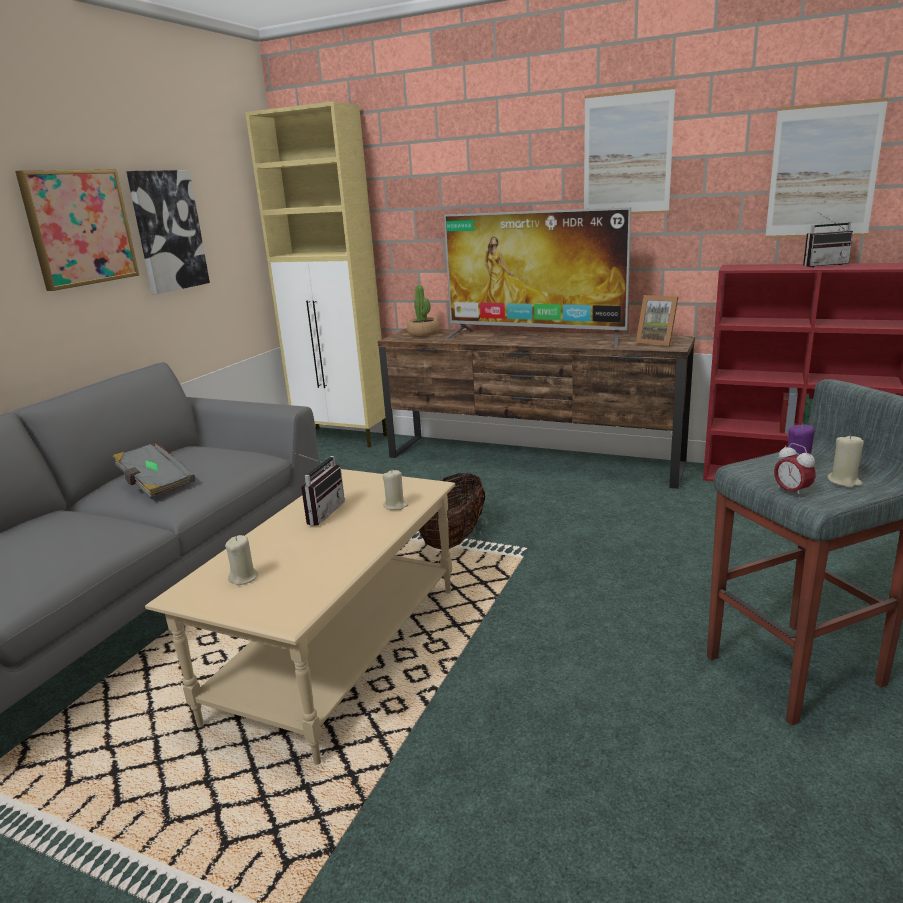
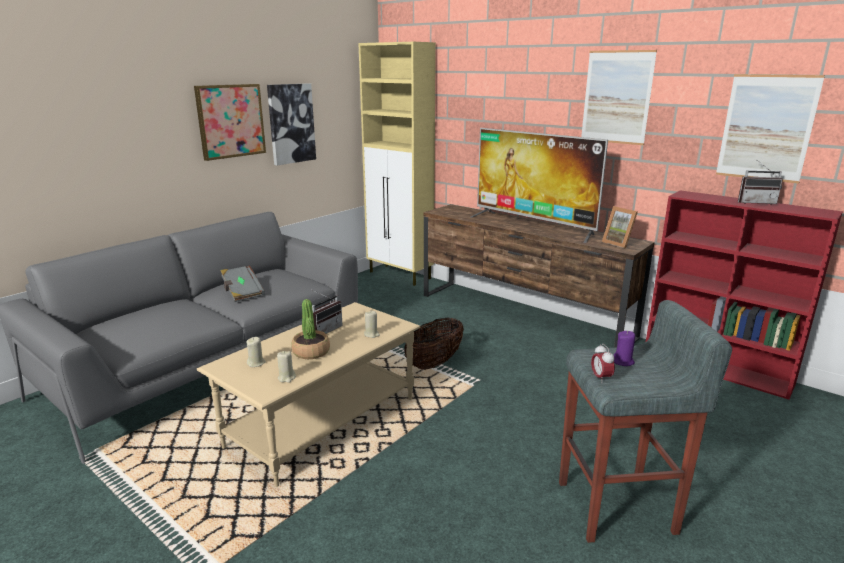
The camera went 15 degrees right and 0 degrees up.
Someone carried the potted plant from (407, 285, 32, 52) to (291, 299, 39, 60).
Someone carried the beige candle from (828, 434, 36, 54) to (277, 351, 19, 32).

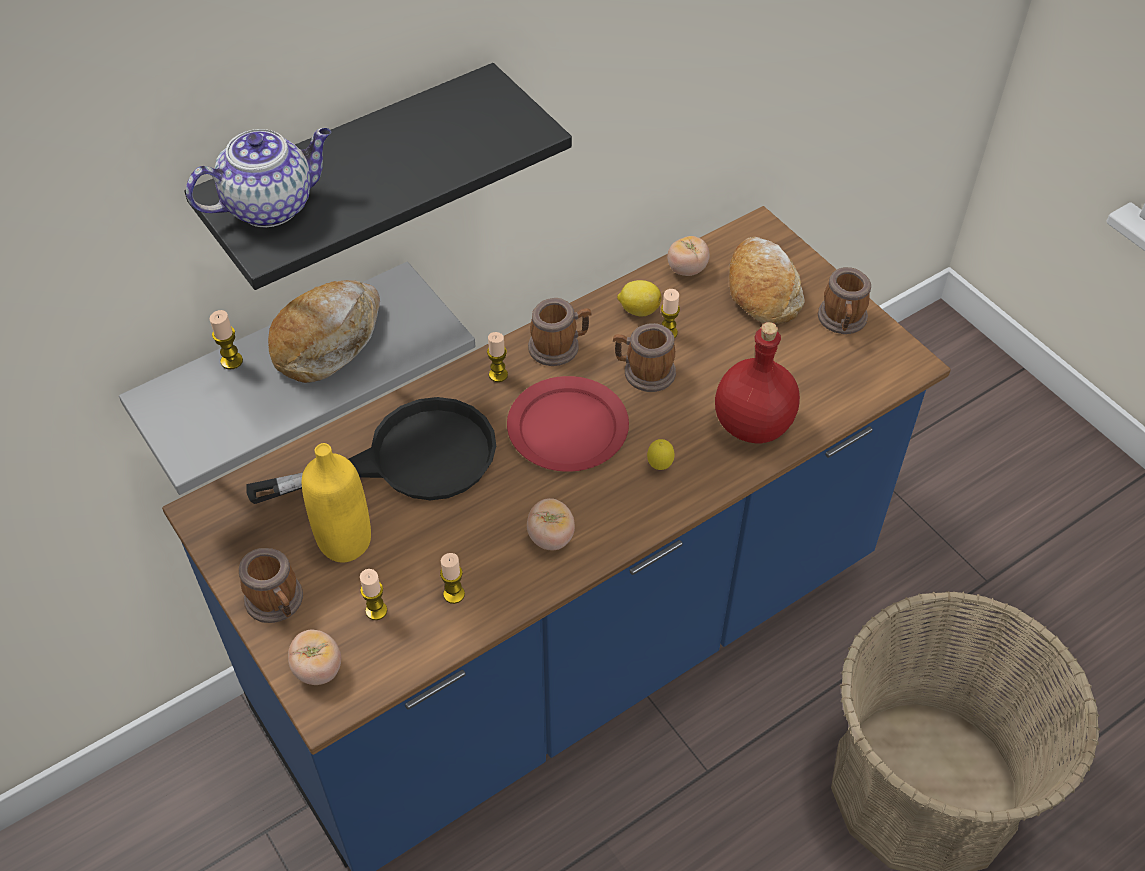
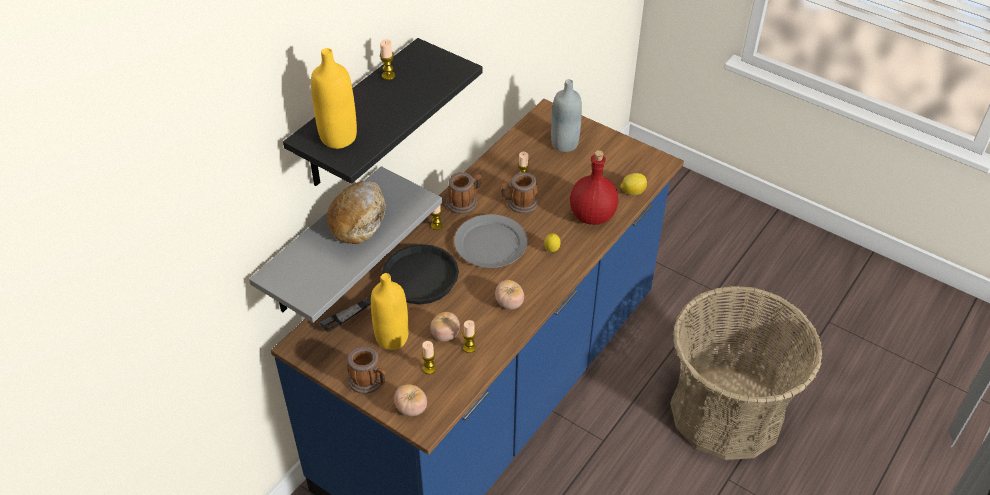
The camera went 20 degrees left and 5 degrees down.
Someone swapped the teapot at (186, 128, 145, 99) for the yellow bottle at (311, 48, 46, 101).
Someone carried the candle from (209, 310, 34, 59) to (380, 39, 15, 41).
Someone repainted the red plate at (507, 376, 122, 96), which became the grey plate at (454, 214, 74, 54).
Someone carried the lemon from (617, 280, 44, 36) to (620, 173, 27, 22).
Someone carried the tomato from (667, 236, 43, 40) to (430, 312, 30, 30).
Someone swapped the bread at (729, 237, 76, 88) for the grey bottle at (551, 79, 31, 73).
Someone took away the mug at (818, 267, 53, 67).

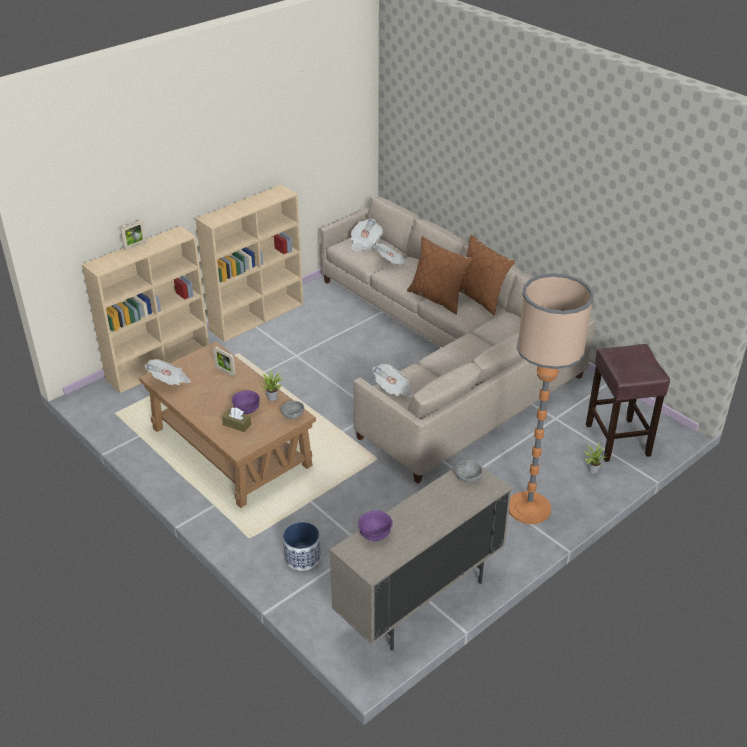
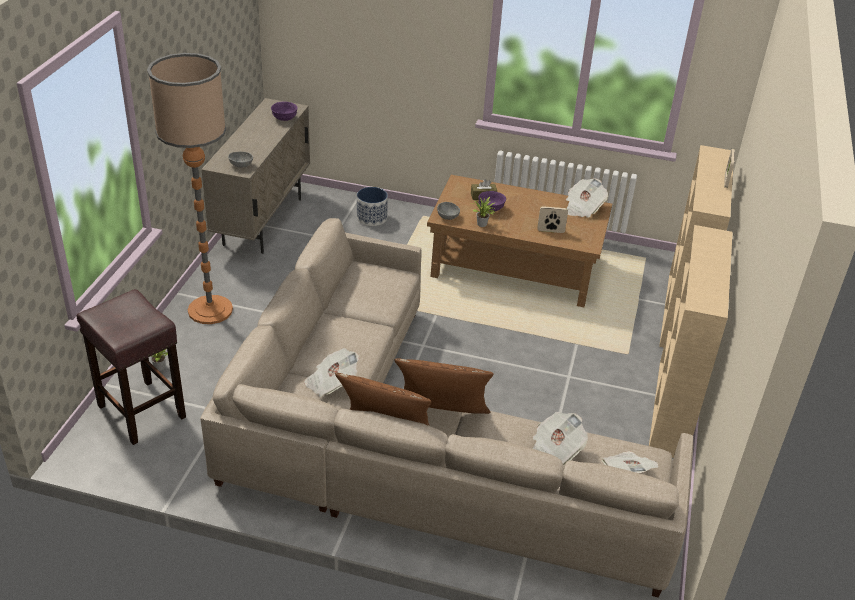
The camera went 145 degrees right and 0 degrees up.
Someone carried the newspaper from (372, 364, 41, 33) to (304, 348, 56, 49).

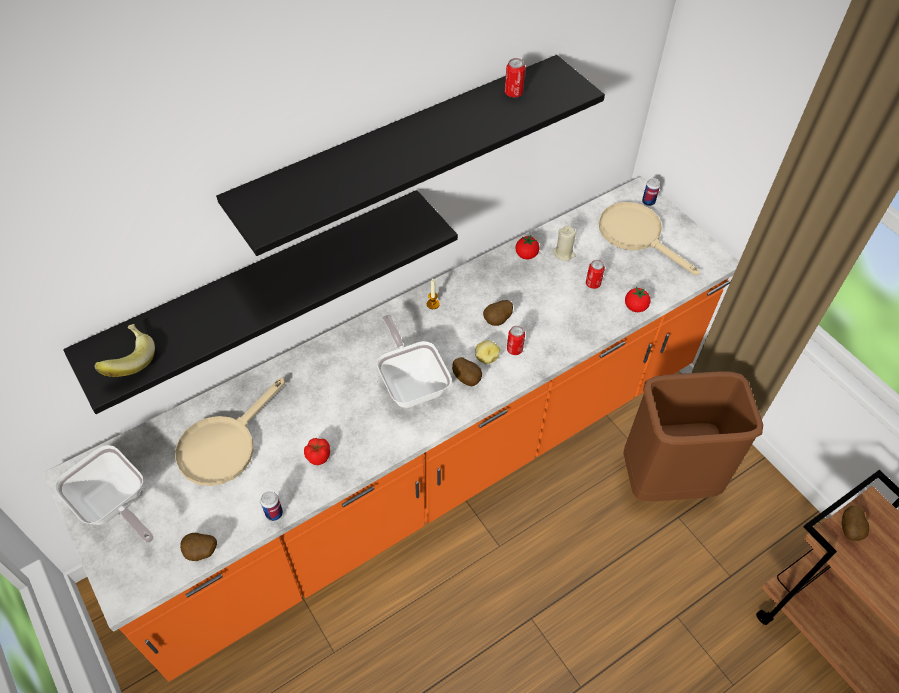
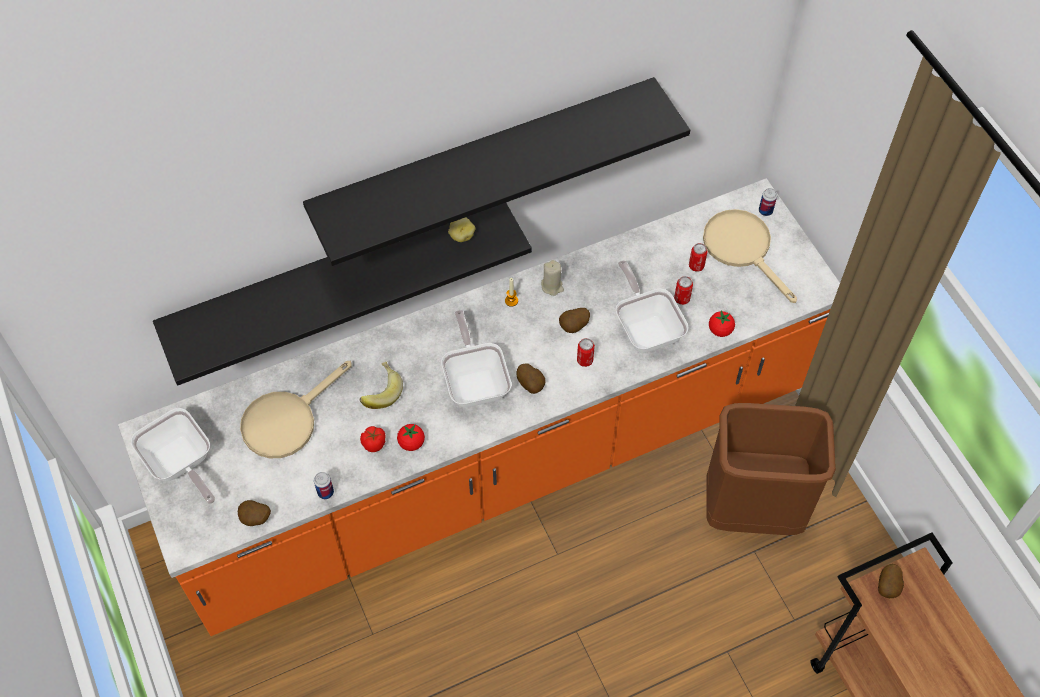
The camera went 10 degrees right and 5 degrees up.
Someone carried the banana from (94, 324, 61, 53) to (360, 362, 43, 47).
Someone carried the potato from (475, 340, 25, 24) to (448, 217, 27, 25).
Someone carried the can from (505, 58, 20, 40) to (689, 243, 19, 29).
Someone carried the tomato from (515, 235, 24, 24) to (397, 424, 28, 27).
Someone carried the beige candle from (553, 226, 23, 35) to (541, 260, 23, 36).
Someone put down the frying pan at (616, 260, 73, 93).

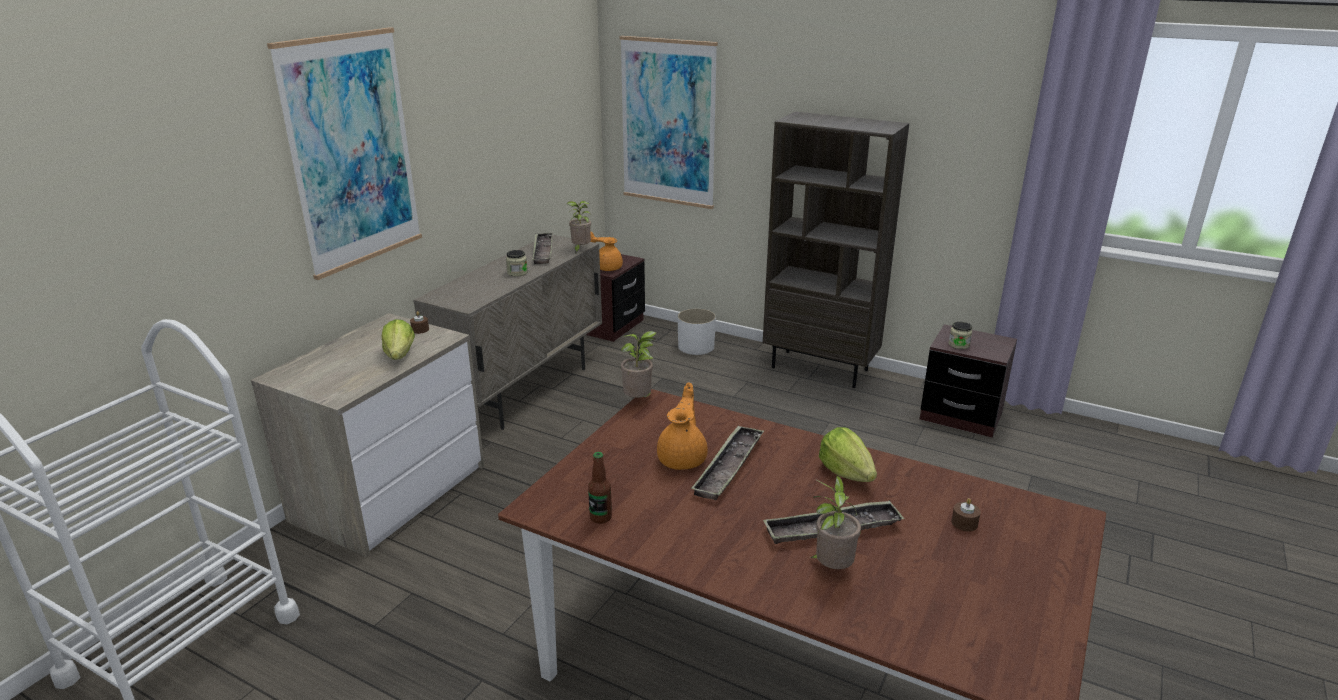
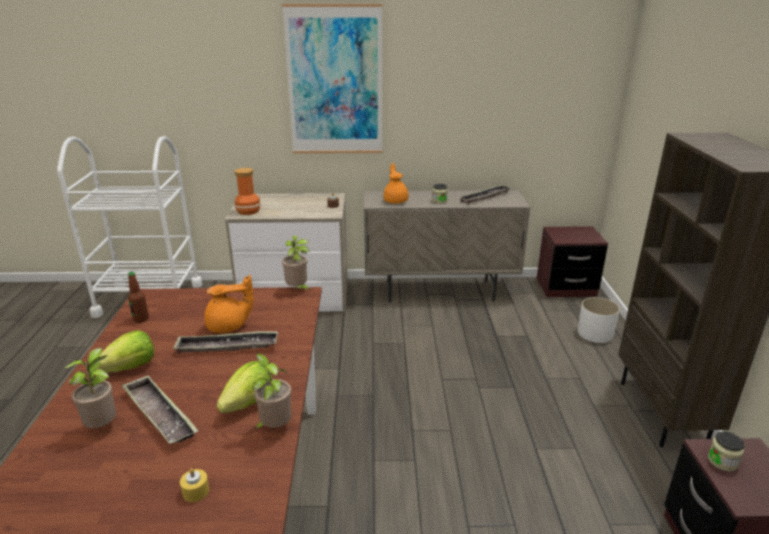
The camera went 60 degrees right and 0 degrees up.
Someone carried the lettuce from (382, 319, 33, 41) to (96, 330, 58, 43).
Someone carried the potted plant from (567, 201, 24, 52) to (244, 353, 48, 77).
Someone carried the orange teapot from (590, 232, 33, 39) to (384, 163, 25, 41).
Someone took away the picture at (620, 36, 98, 173).
Someone repainted the brown candle at (951, 498, 30, 33), which became the yellow candle at (180, 468, 29, 34).
Someone put down the vase at (234, 168, 27, 47).

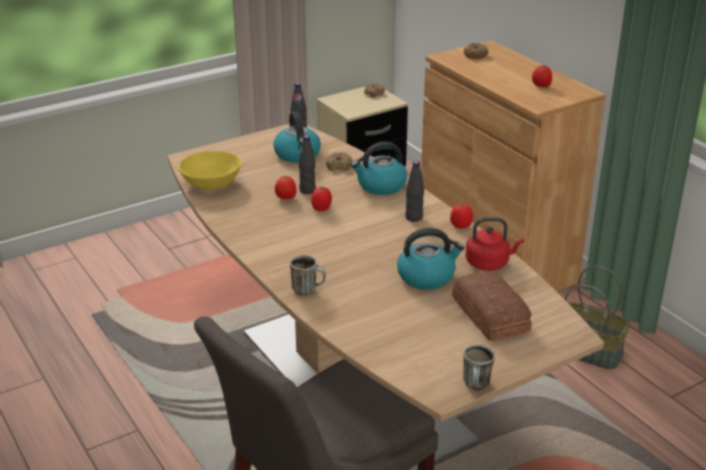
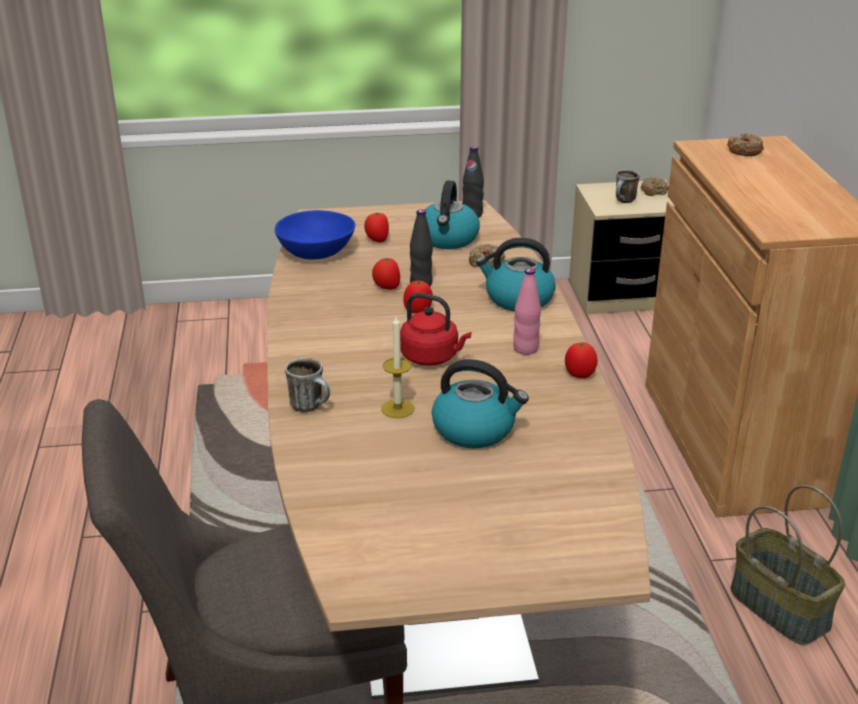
The camera went 25 degrees right and 0 degrees up.
Someone repainted the yellow bowl at (178, 151, 64, 40), which became the blue bowl at (275, 210, 80, 50).
Someone repainted the black bottle at (405, 161, 19, 61), which became the pink bottle at (513, 268, 28, 87).
Someone took away the bread at (452, 271, 80, 70).
Someone carried the mug from (463, 344, 32, 46) to (616, 170, 23, 33).
Someone carried the red kettle from (466, 217, 58, 54) to (400, 293, 71, 73).
Someone carried the tomato from (532, 65, 20, 22) to (364, 212, 25, 30).
Someone put down the candle at (381, 316, 33, 102).

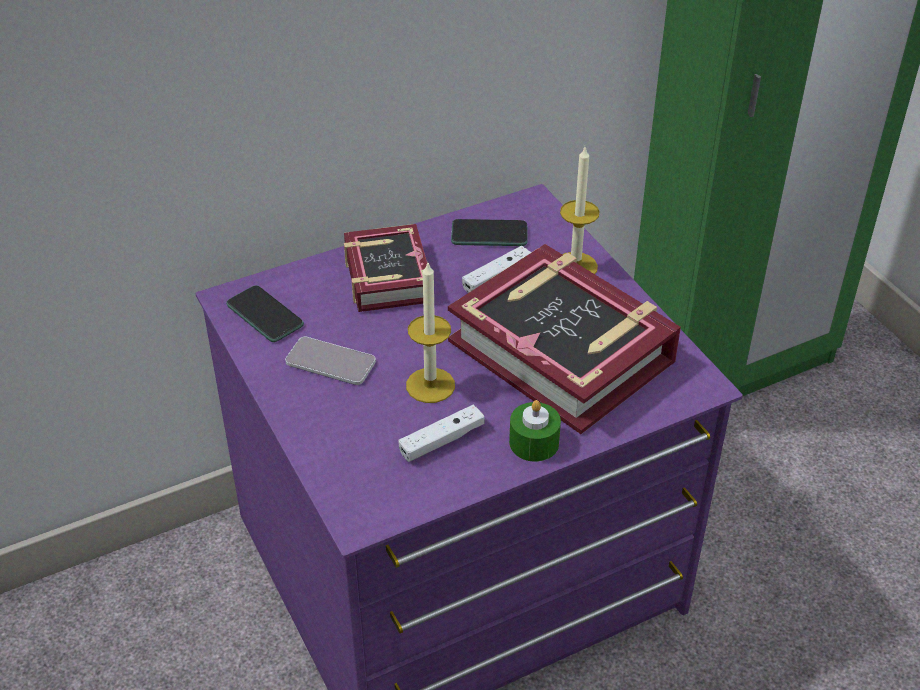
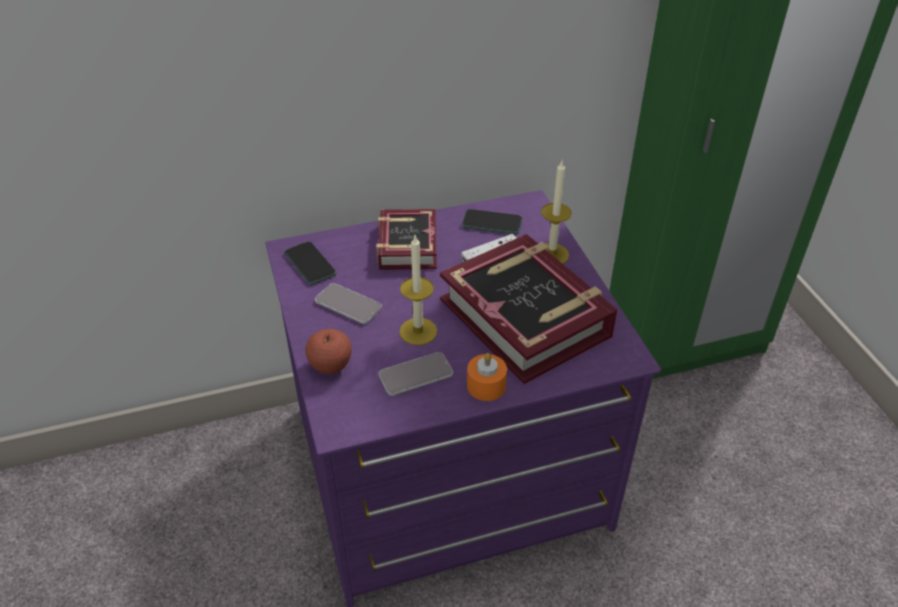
The camera went 10 degrees right and 0 degrees up.
Someone swapped the white game controller at (398, 405, 87, 57) for the phone at (379, 352, 74, 44).
Someone repainted the green candle at (509, 400, 52, 62), which became the orange candle at (467, 353, 40, 48).
Someone put down the apple at (306, 329, 46, 45).

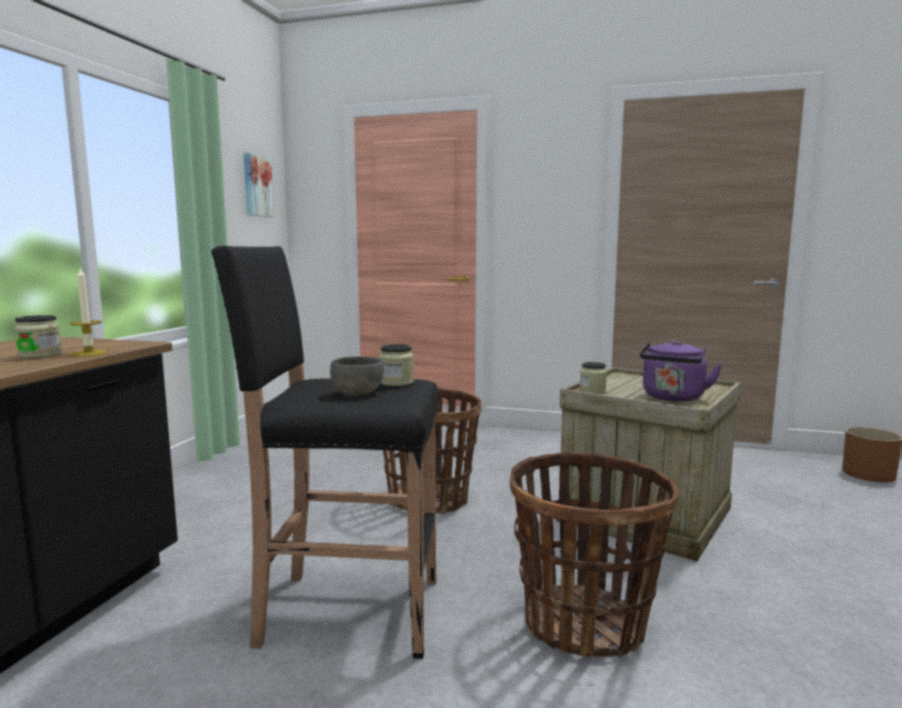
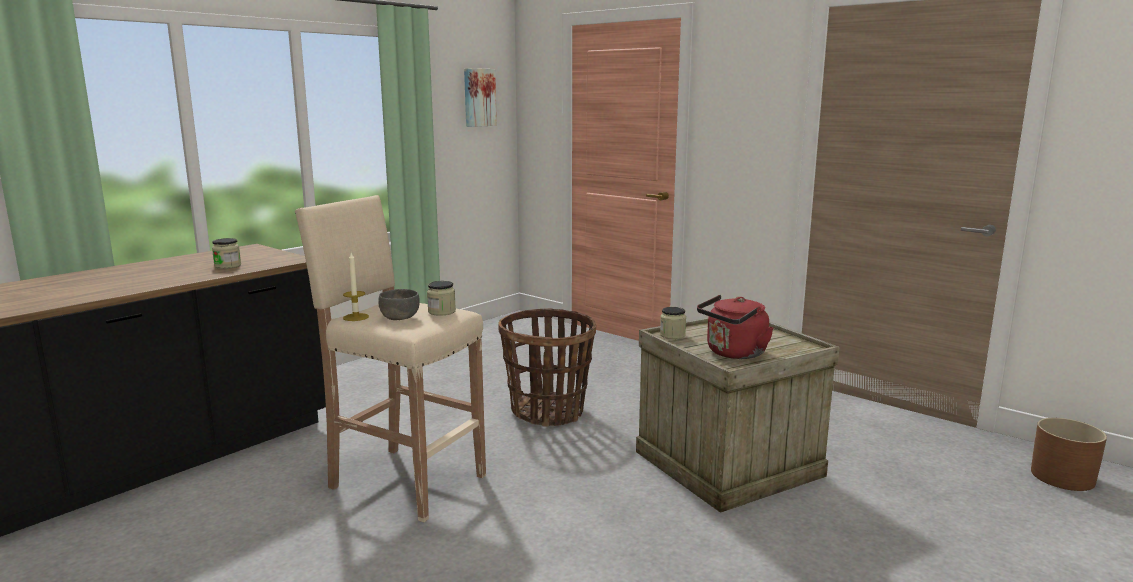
The camera went 25 degrees right and 5 degrees up.
Someone carried the candle from (70, 268, 37, 88) to (343, 253, 26, 68).
Someone repainted the black stool at (211, 246, 227, 413), which became the beige stool at (295, 195, 191, 327).
Someone took away the basket at (510, 452, 169, 206).
Someone repainted the purple kettle at (640, 340, 83, 62), which became the red kettle at (697, 295, 77, 64).

